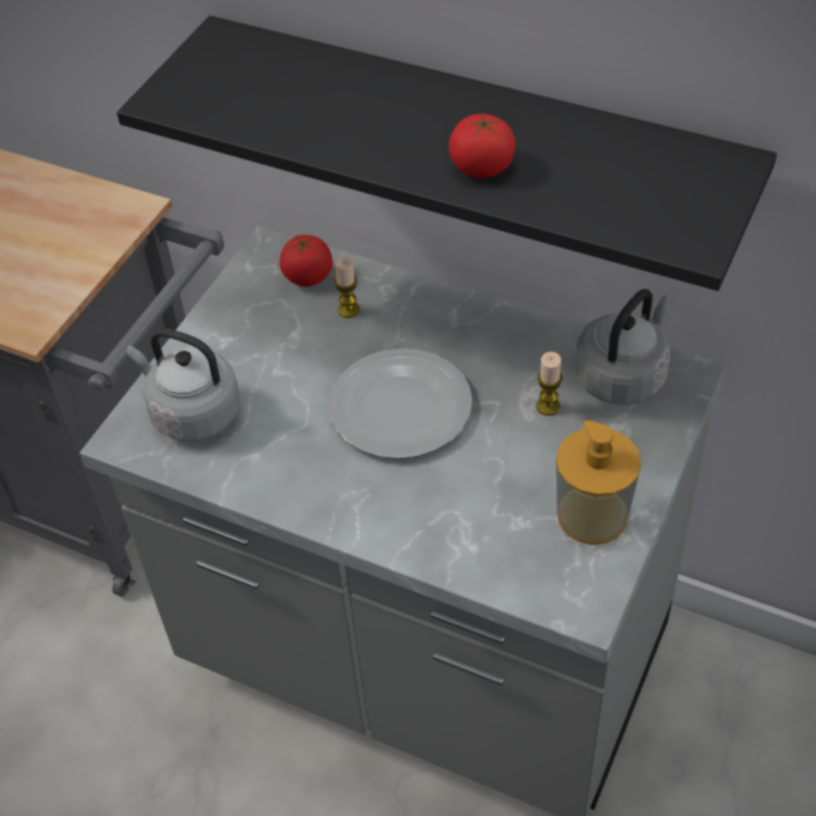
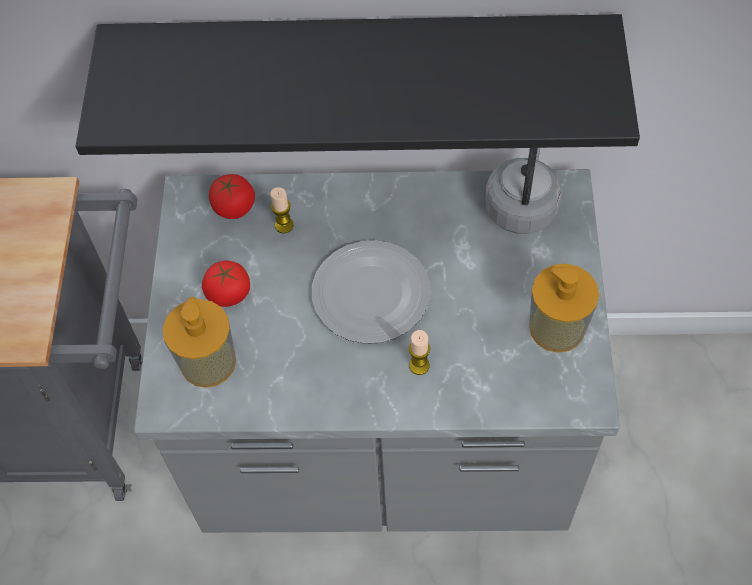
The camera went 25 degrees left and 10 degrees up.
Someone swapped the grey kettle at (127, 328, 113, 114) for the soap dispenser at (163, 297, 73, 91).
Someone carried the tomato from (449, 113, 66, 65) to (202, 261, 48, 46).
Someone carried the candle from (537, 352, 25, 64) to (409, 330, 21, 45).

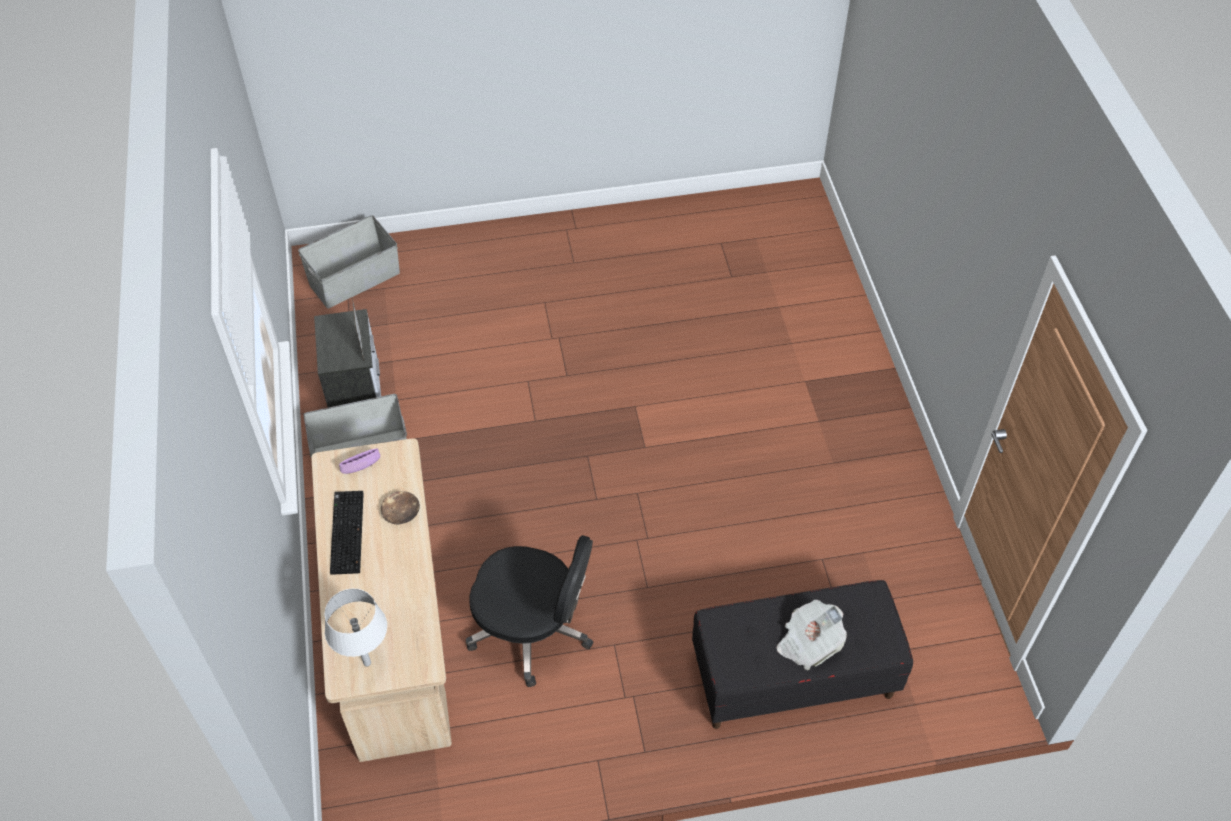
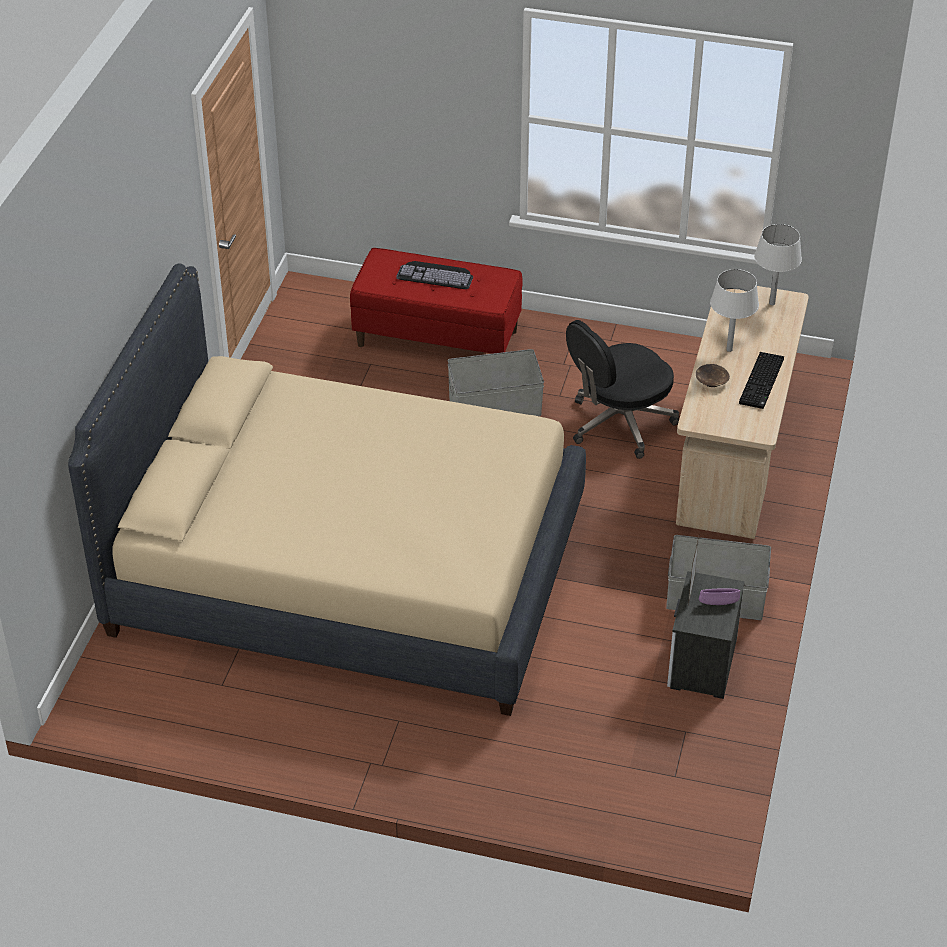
The camera went 155 degrees left and 10 degrees down.
Someone carried the grey storage box from (298, 215, 102, 94) to (448, 349, 96, 67).
Someone carried the purple bowl from (339, 449, 41, 25) to (699, 588, 41, 17).
Someone rotated the black office chair at (466, 535, 127, 152) by 75 degrees counterclockwise.
Someone repainted the black bench at (692, 580, 221, 149), which became the red bench at (350, 248, 173, 106).
Someone swapped the newspaper at (776, 600, 71, 70) for the keyboard at (396, 261, 77, 28).
Someone put down the beige bed at (68, 263, 518, 453).
Someone put down the white table lamp at (710, 269, 49, 83).

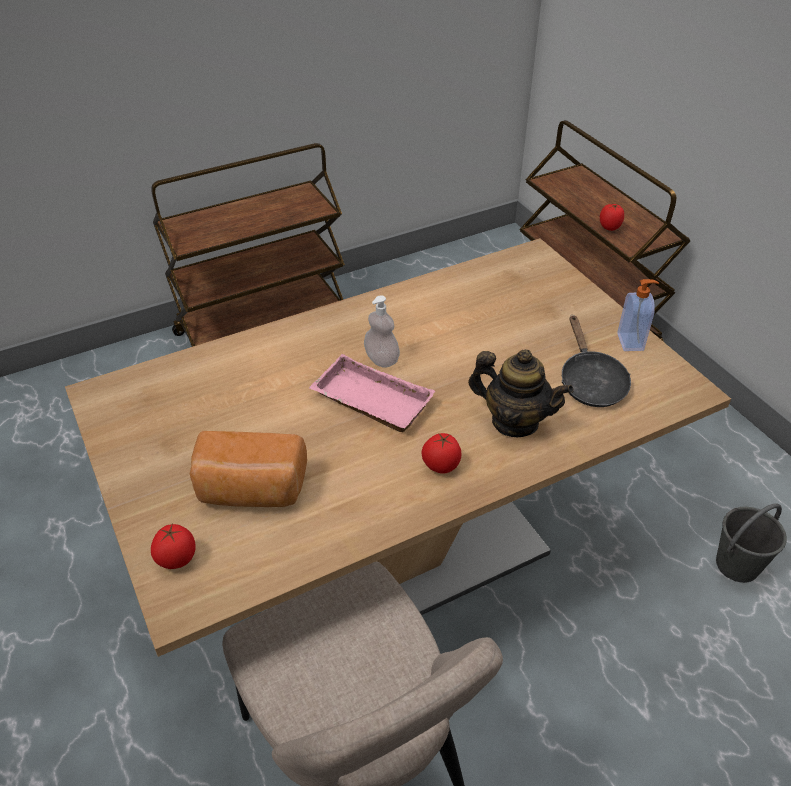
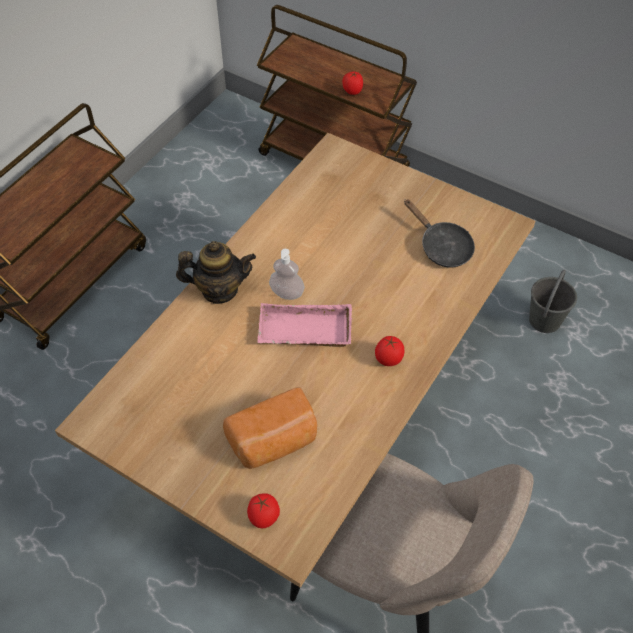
The camera went 30 degrees left and 10 degrees up.
Someone carried the teapot from (468, 349, 106, 88) to (176, 241, 80, 63).
Someone took away the soap dispenser at (617, 279, 42, 72).

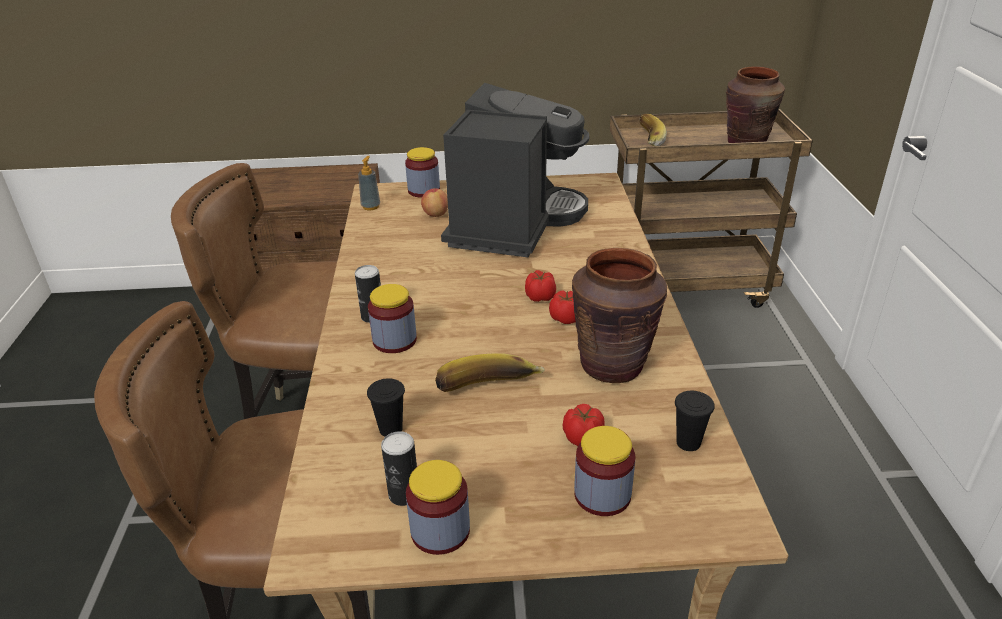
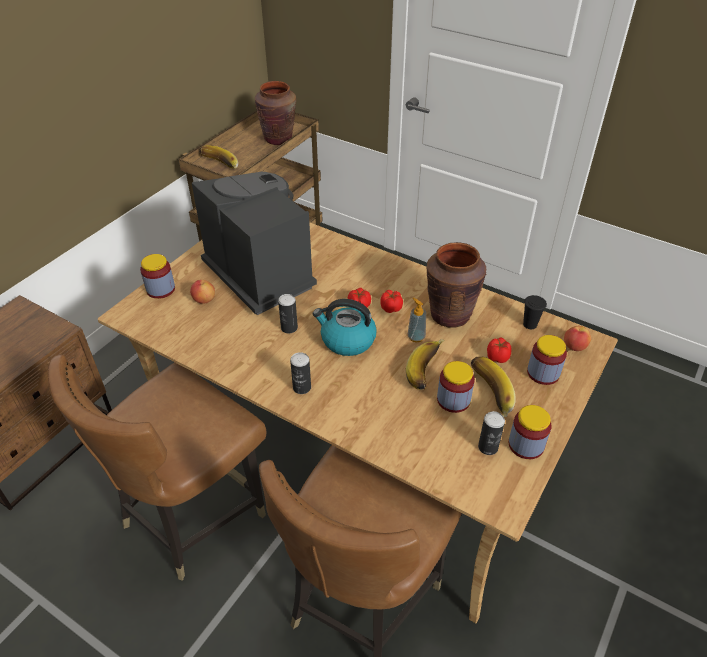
The camera went 55 degrees left and 10 degrees up.
Someone carried the soap dispenser from (358, 156, 22, 54) to (408, 297, 18, 45).
Someone took away the black cup at (367, 378, 38, 59).
Someone carried the jar from (368, 284, 49, 69) to (437, 361, 38, 52).
Someone put down the can at (278, 294, 20, 39).
Someone put down the kettle at (313, 299, 64, 57).
Someone put down the banana at (471, 357, 45, 60).
Someone put down the apple at (564, 326, 27, 25).

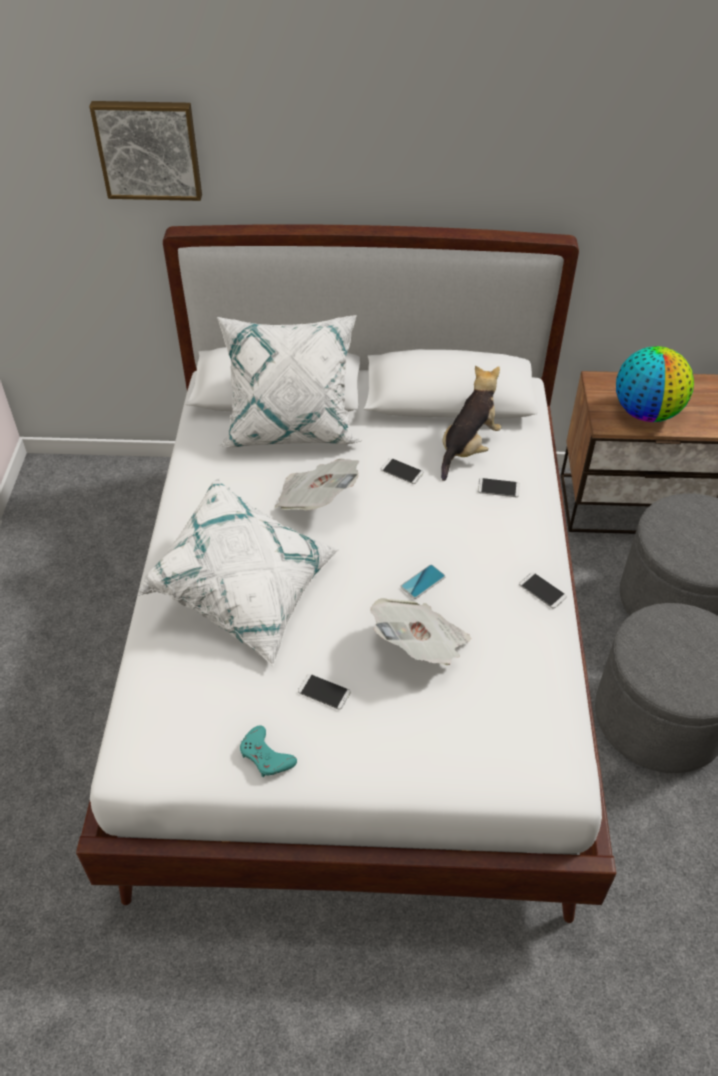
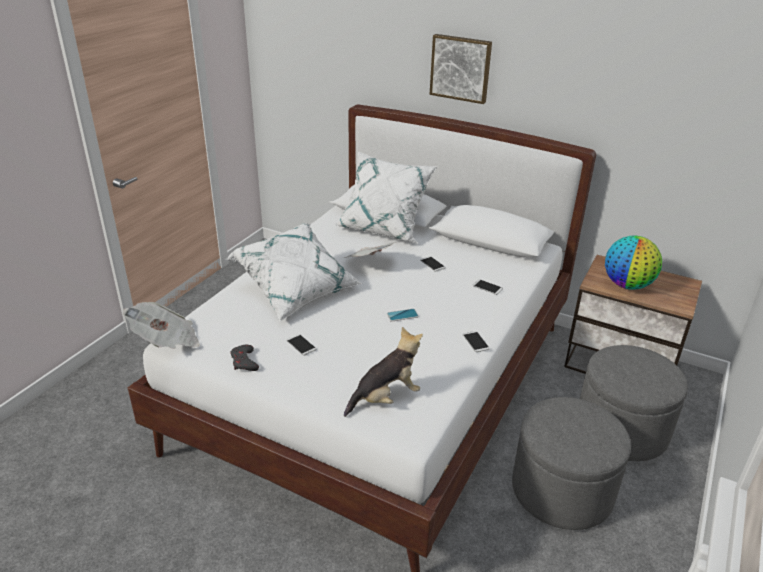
The camera went 25 degrees right and 15 degrees down.
Someone carried the picture from (89, 101, 113, 100) to (430, 34, 62, 70).
Someone repainted the turquoise game controller at (240, 726, 57, 51), which became the grey game controller at (230, 345, 29, 26).
Someone carried the newspaper from (370, 598, 101, 68) to (123, 302, 77, 47).
Someone carried the plush toy from (441, 366, 61, 115) to (344, 327, 79, 90).

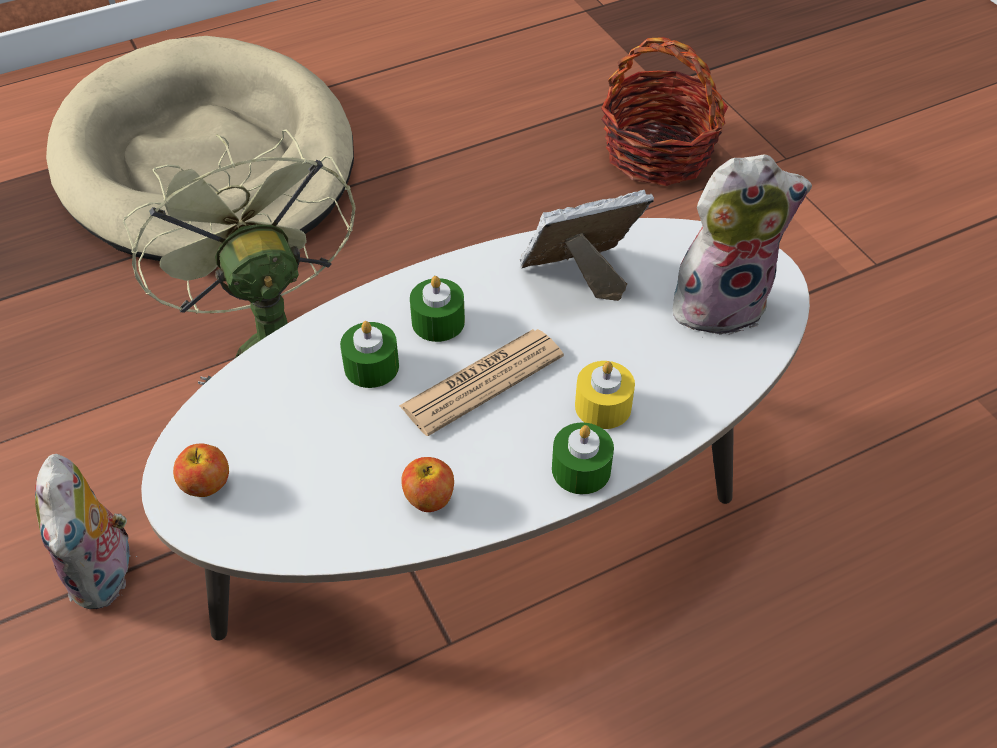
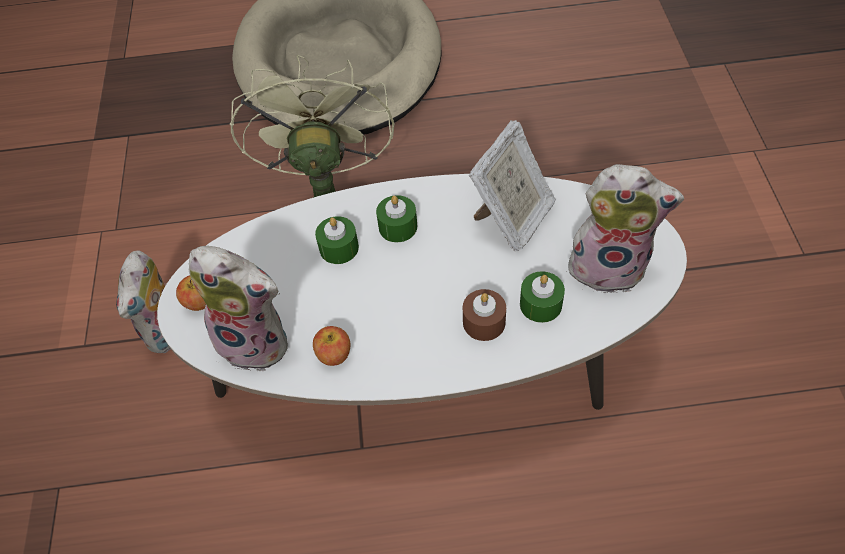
The camera went 25 degrees right and 5 degrees up.
Someone took away the newspaper at (399, 329, 165, 107).
Someone rotated the picture frame at (520, 190, 134, 111) by 120 degrees clockwise.
Someone carried the green candle from (552, 423, 62, 71) to (520, 271, 45, 52).
Someone repainted the yellow candle at (575, 361, 60, 68), which became the brown candle at (463, 289, 43, 52).
Someone took away the basket at (601, 37, 127, 149).
Someone put down the plush toy at (188, 246, 100, 125).

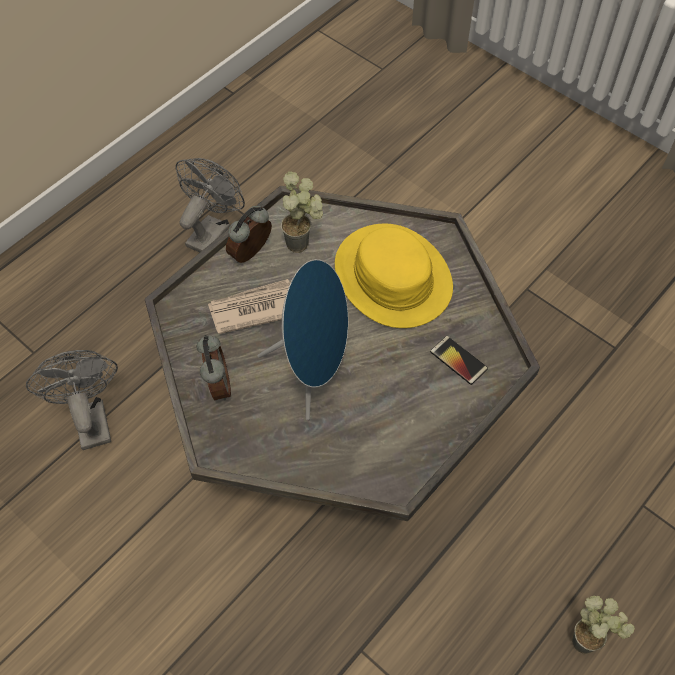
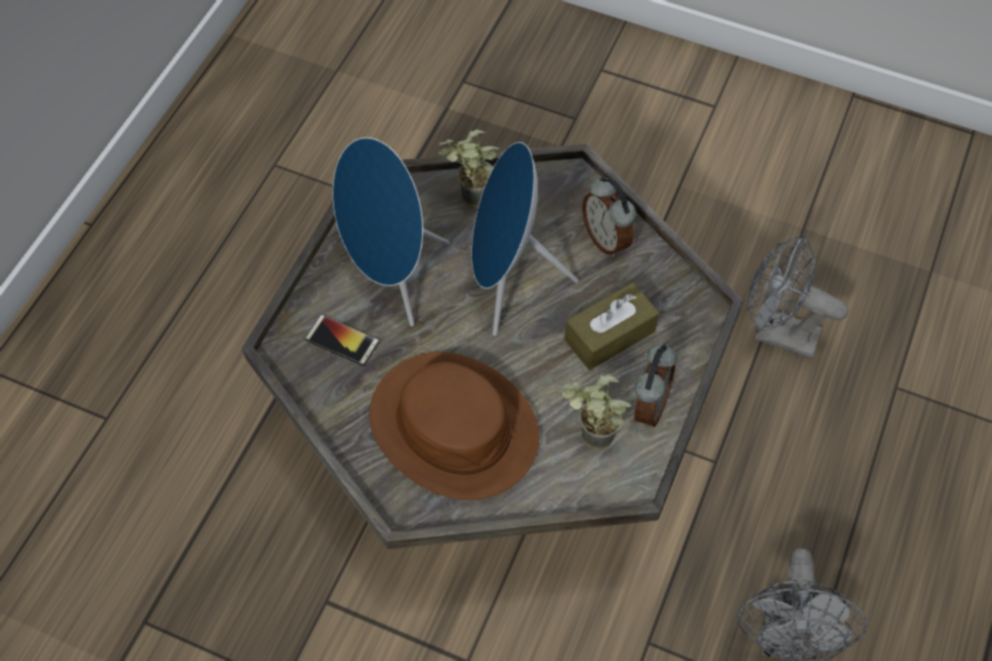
The camera went 160 degrees right and 0 degrees up.
Someone rotated the grey fan at (26, 350, 92, 100) by 150 degrees clockwise.
Someone swapped the newspaper at (208, 279, 83, 55) for the brown tissue box at (564, 282, 95, 88).
Someone repainted the yellow hat at (335, 223, 118, 105), which became the brown hat at (369, 352, 170, 148).
Someone carried the potted plant from (572, 596, 63, 58) to (438, 129, 62, 80).
Someone put down the blue speaker at (333, 137, 117, 190).

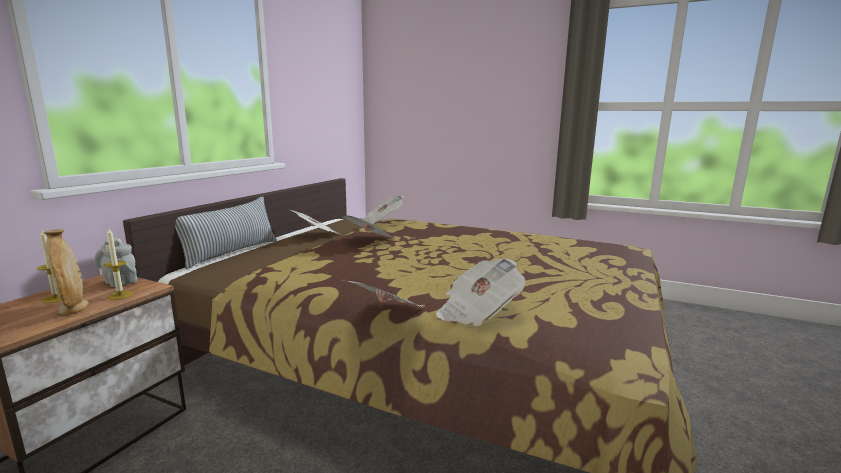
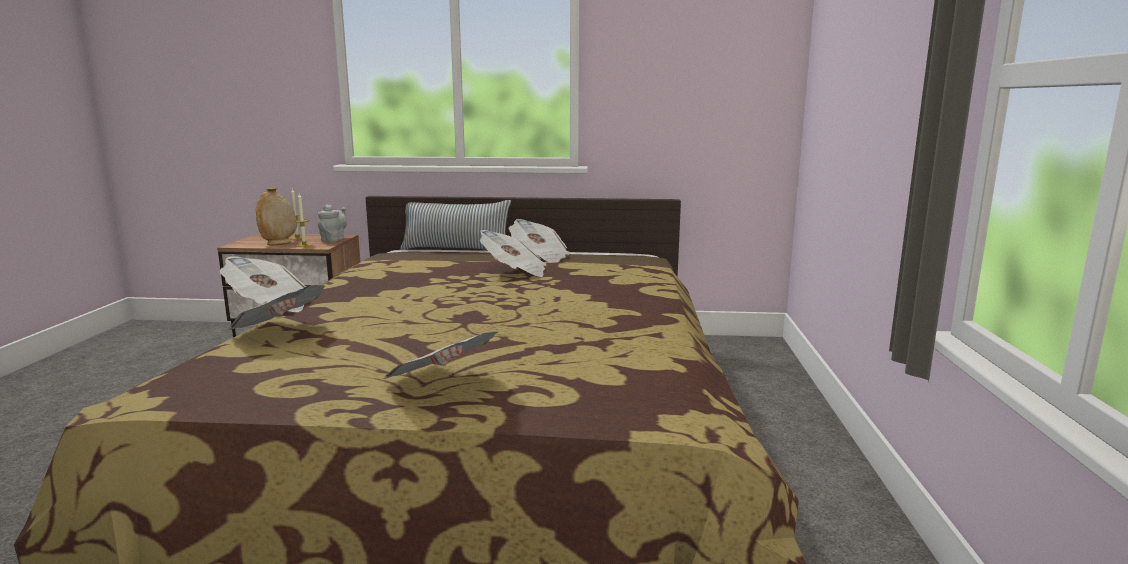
The camera went 70 degrees right and 0 degrees up.
Someone carried the newspaper from (362, 195, 42, 30) to (383, 332, 115, 47).

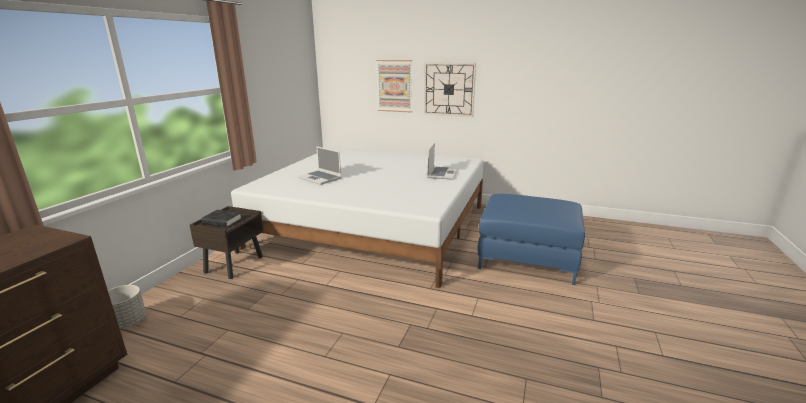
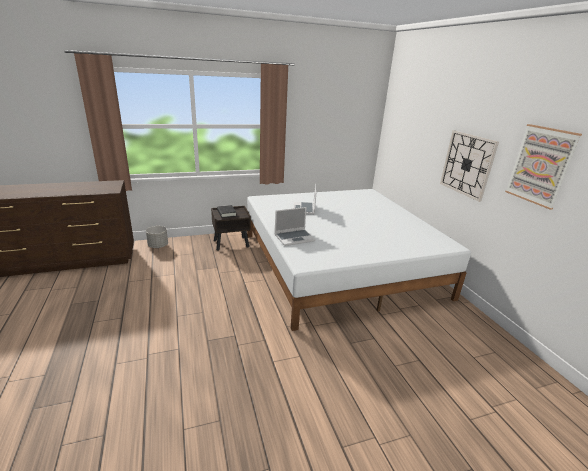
The camera went 50 degrees right and 5 degrees up.
Someone carried the picture from (376, 60, 36, 53) to (505, 124, 77, 86).
Someone carried the laptop from (428, 143, 30, 37) to (275, 207, 41, 39).
Someone took away the blue ottoman at (478, 194, 107, 91).

